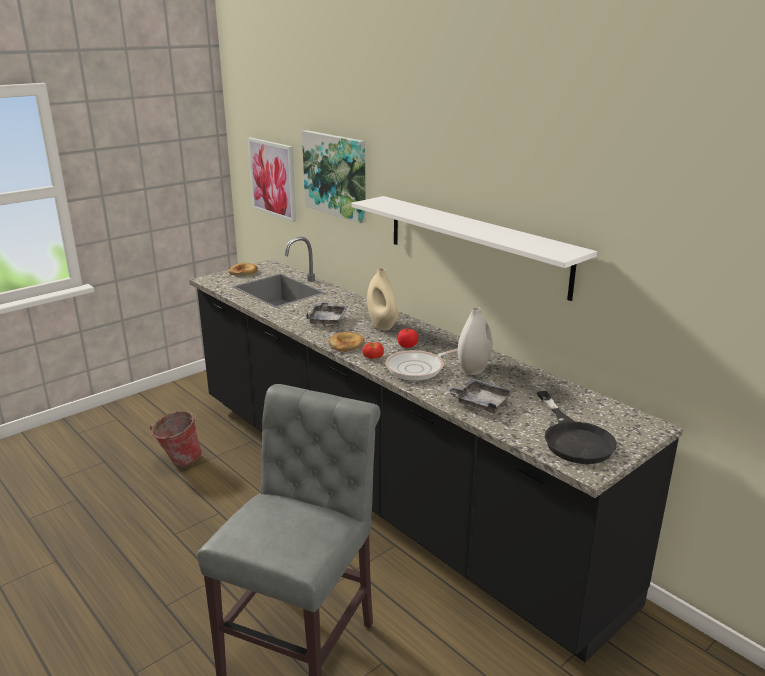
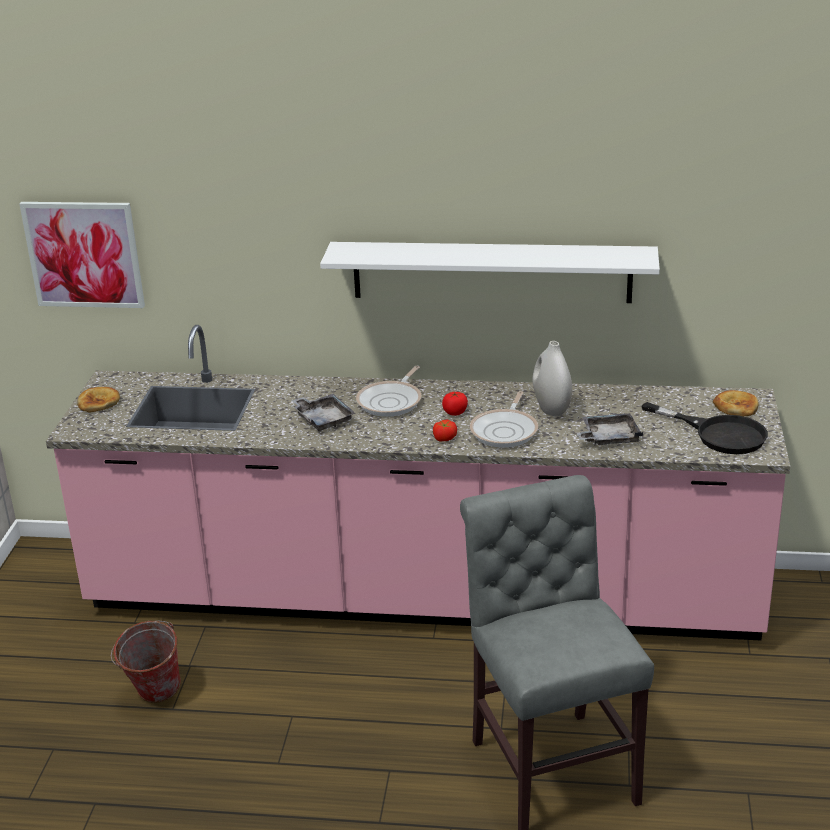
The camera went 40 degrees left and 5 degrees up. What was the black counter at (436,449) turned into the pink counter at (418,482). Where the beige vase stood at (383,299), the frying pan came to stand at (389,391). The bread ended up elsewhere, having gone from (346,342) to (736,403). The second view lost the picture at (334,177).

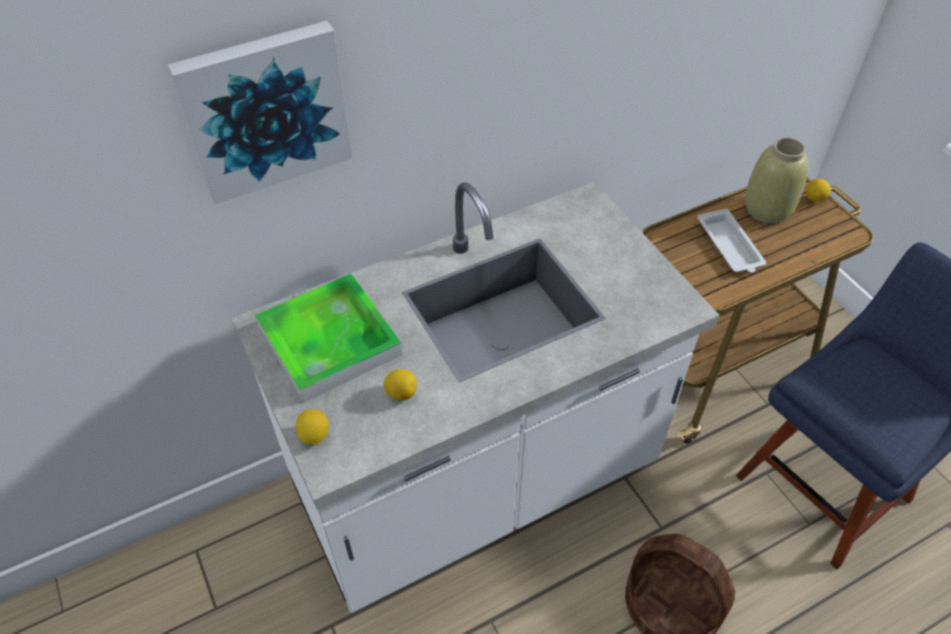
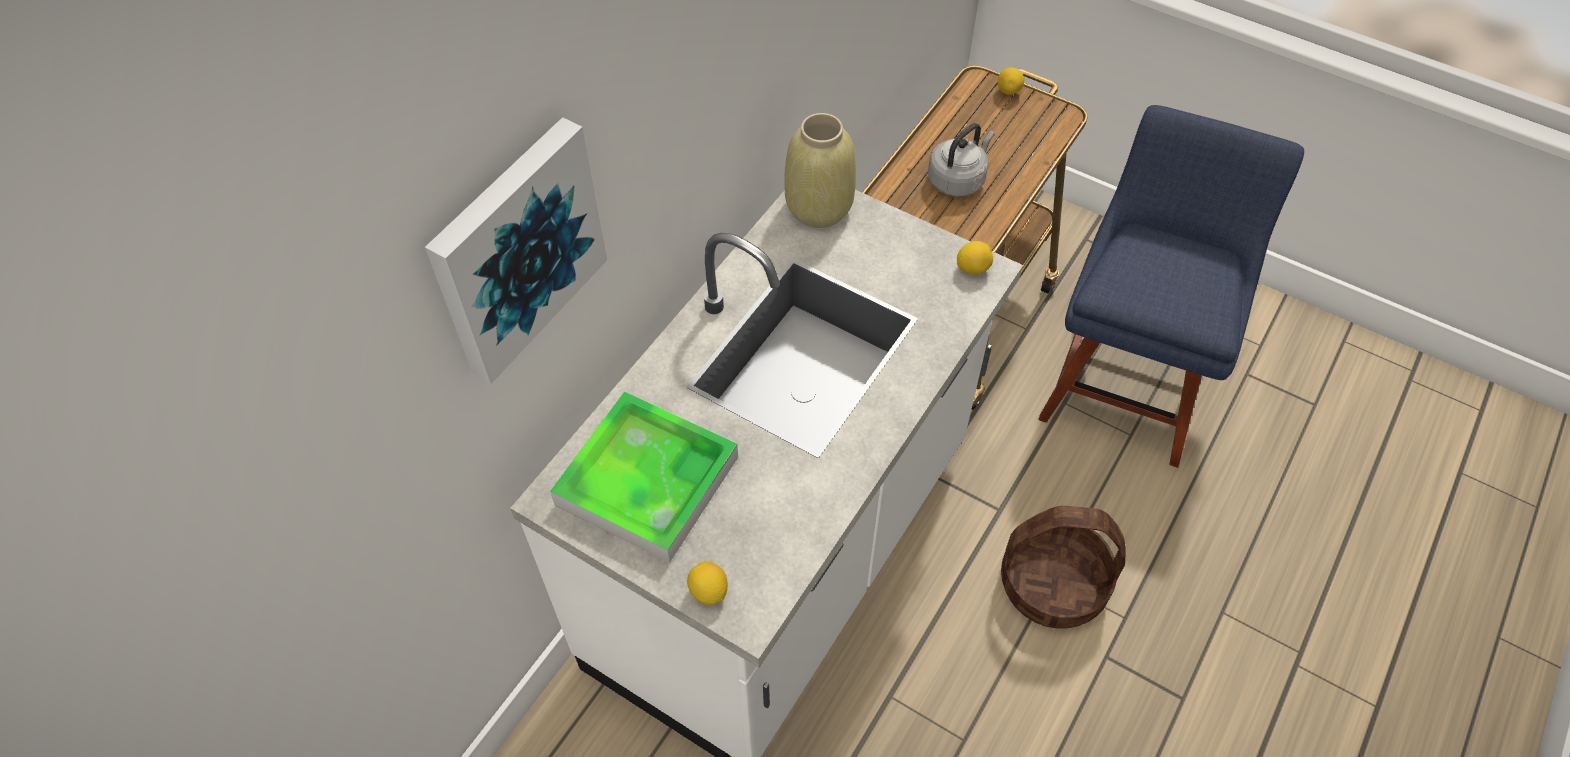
The camera went 30 degrees left and 5 degrees up. The beige vase ended up elsewhere, having gone from (777,180) to (820,170). Where the white tray stood at (731,241), the grey kettle came to stand at (961,159). The lemon ended up elsewhere, having gone from (400,384) to (975,257).

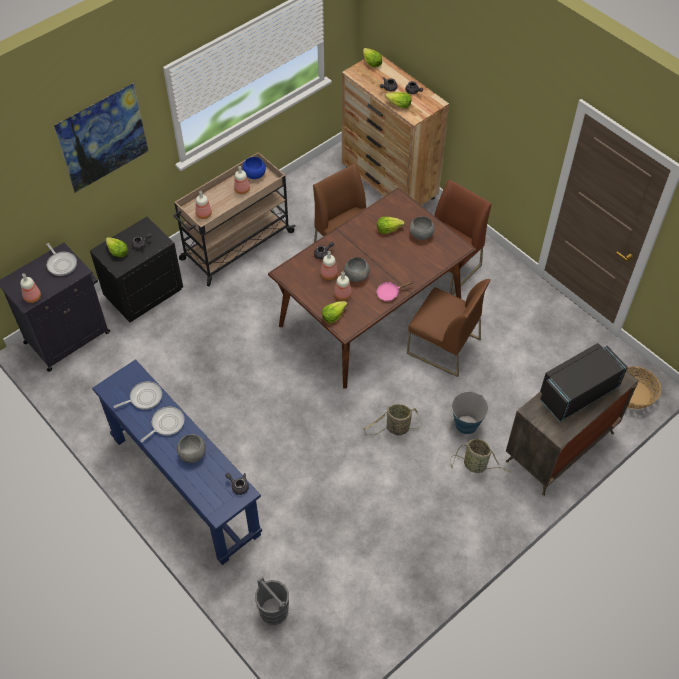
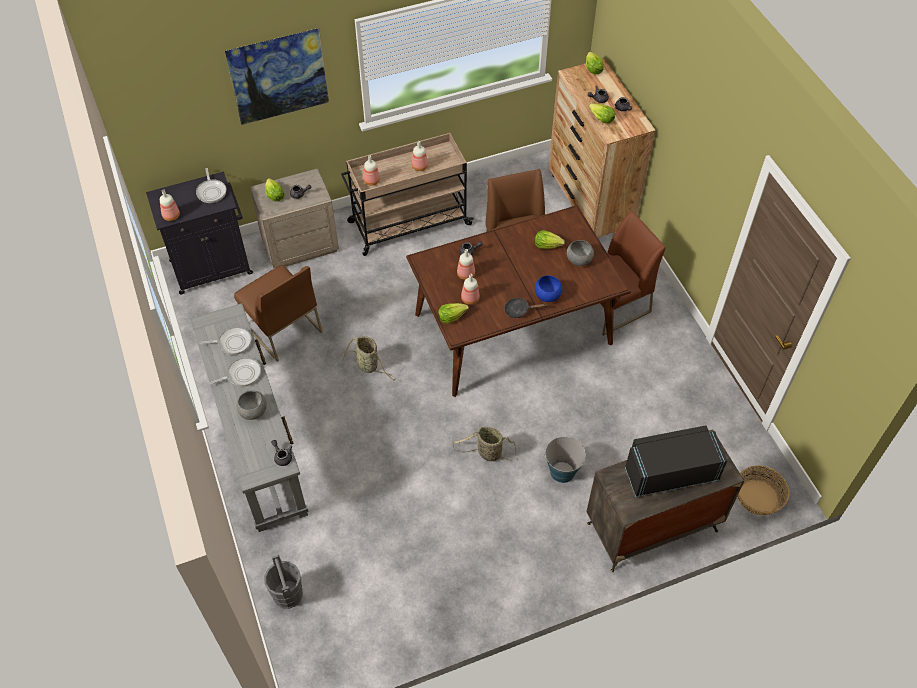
The camera went 20 degrees right and 0 degrees up. What was the blue console table at (177,462) turned into the grey console table at (249,417). The brown chair ended up elsewhere, having gone from (449,328) to (278,313). What was the black nightstand at (136,269) turned into the beige nightstand at (294,218). The basket ended up elsewhere, having gone from (481,456) to (369,358). What was the pink frying pan at (394,290) turned into the black frying pan at (525,308). The blue bowl ended up elsewhere, having gone from (254,168) to (548,289). The second view lost the grey bowl at (357,269).

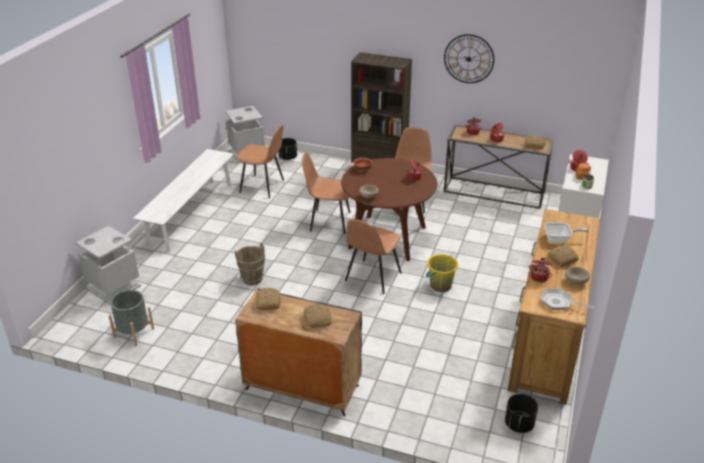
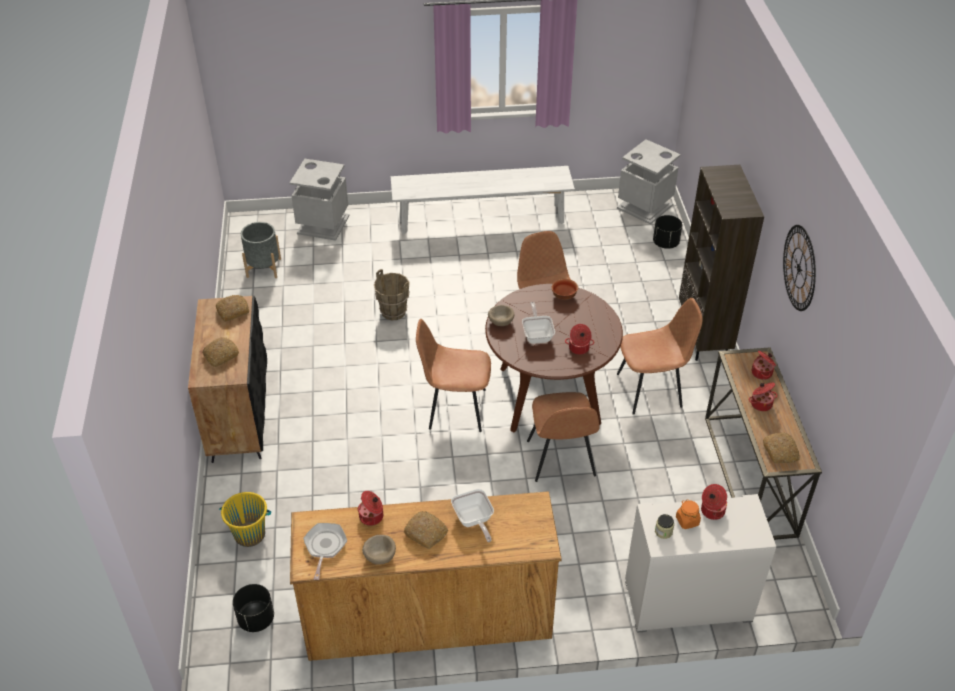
The camera went 65 degrees right and 10 degrees up. The yellow bucket ended up elsewhere, having gone from (442,273) to (245,519). The second view gained the frying pan at (538,323). The brown chair ended up elsewhere, having gone from (260,161) to (563,437).

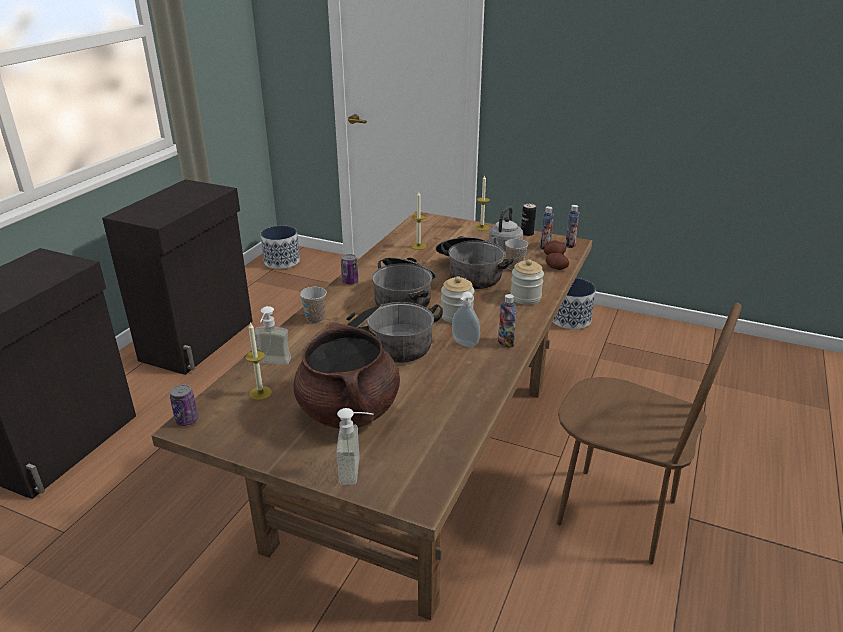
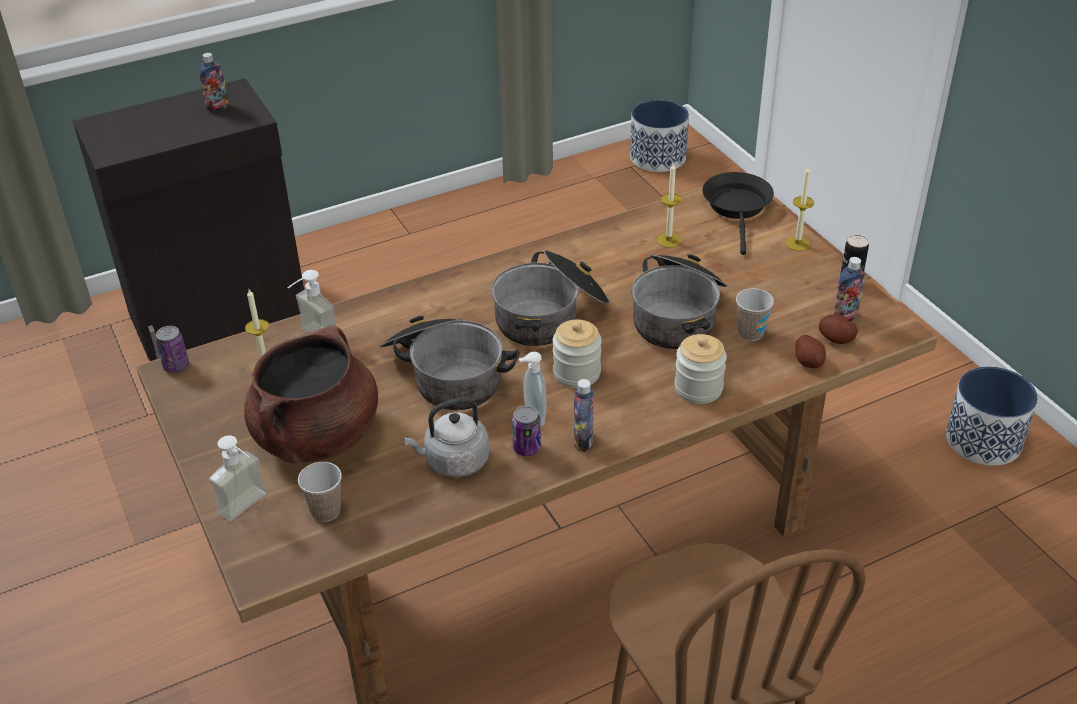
The camera went 40 degrees right and 10 degrees up. The bottle ended up elsewhere, having gone from (572,226) to (214,82). The cup ended up elsewhere, having gone from (313,305) to (320,492). The grey kettle ended up elsewhere, having gone from (506,229) to (446,437). The can ended up elsewhere, having gone from (349,269) to (526,431). The second view gained the black frying pan at (738,213). The second view lost the black cabinet at (177,277).

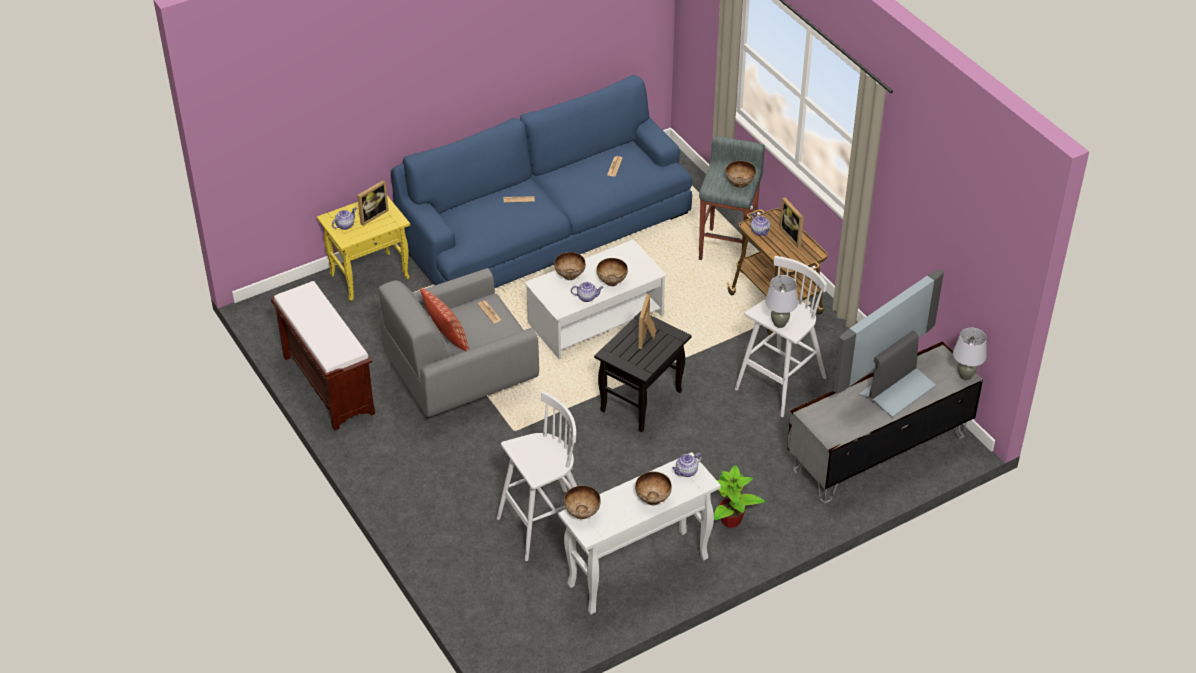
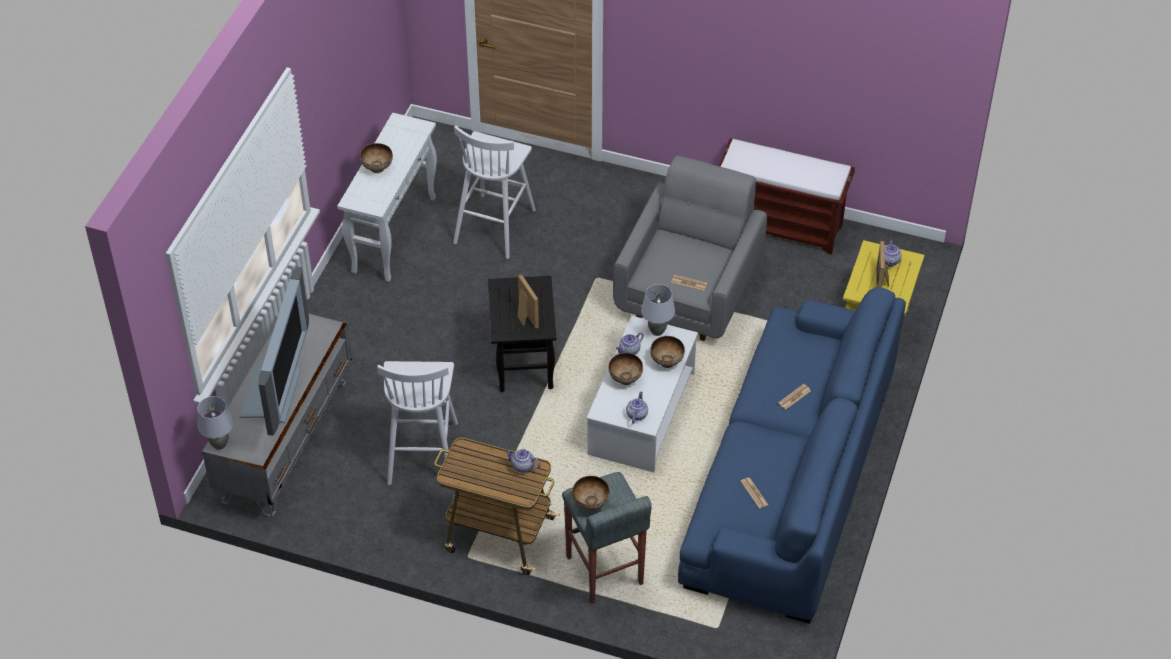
The camera went 140 degrees right and 5 degrees up. The teapot ended up elsewhere, having gone from (687,465) to (637,408). The grey table lamp ended up elsewhere, having gone from (781,301) to (658,310). The second view lost the pillow at (444,319). The second view lost the bowl at (582,502). The second view lost the potted plant at (740,496). The second view lost the picture frame at (792,223).

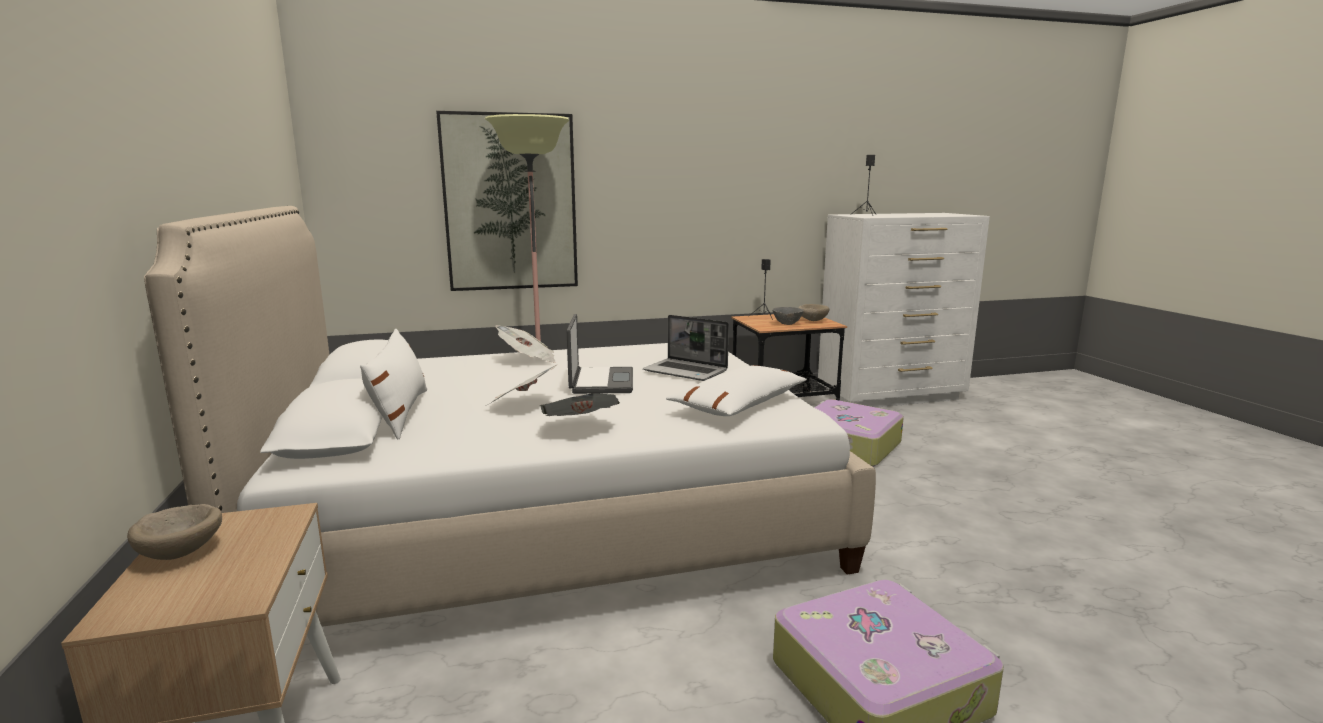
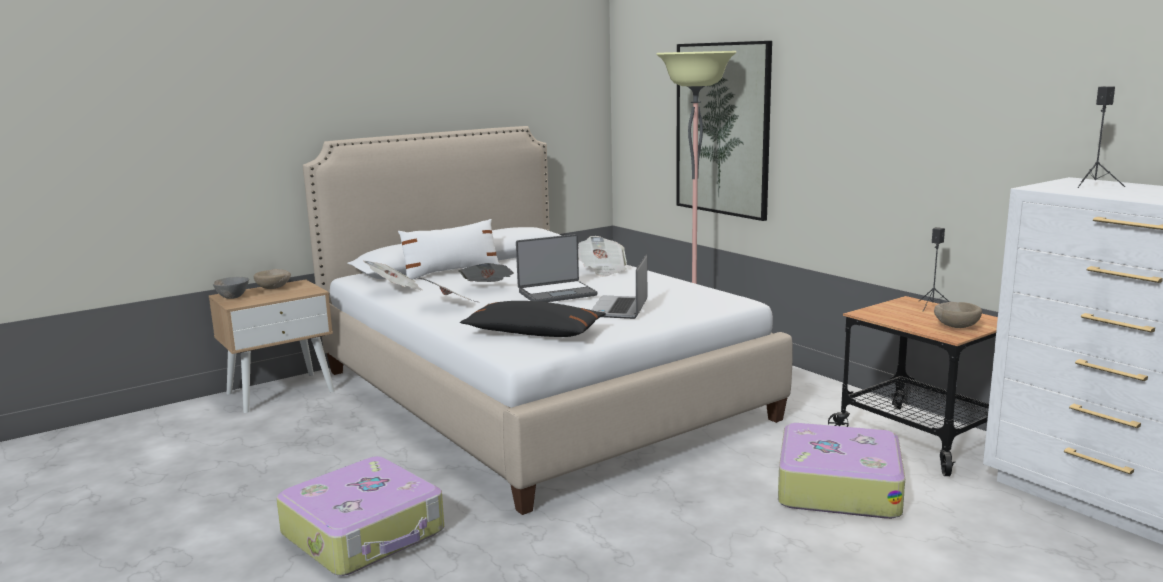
The camera went 70 degrees right and 0 degrees up. The grey bowl ended up elsewhere, having gone from (788,316) to (231,288). The second view gained the newspaper at (392,275). What was the white pillow at (736,390) turned into the black pillow at (533,319).

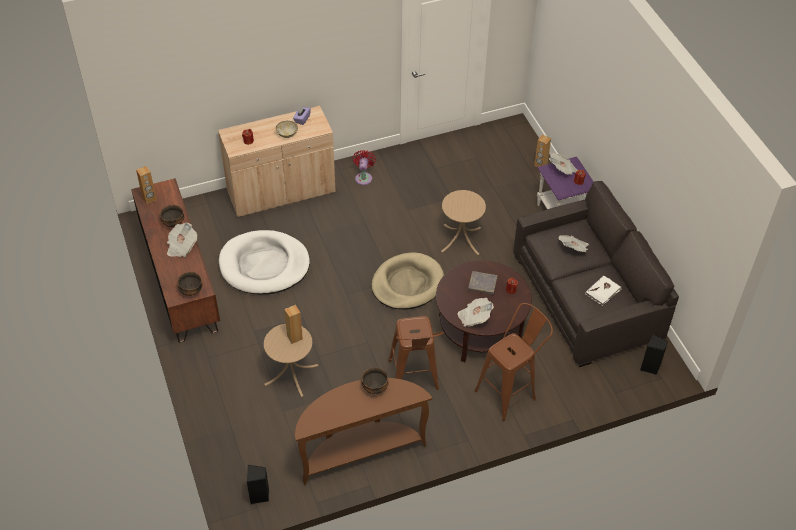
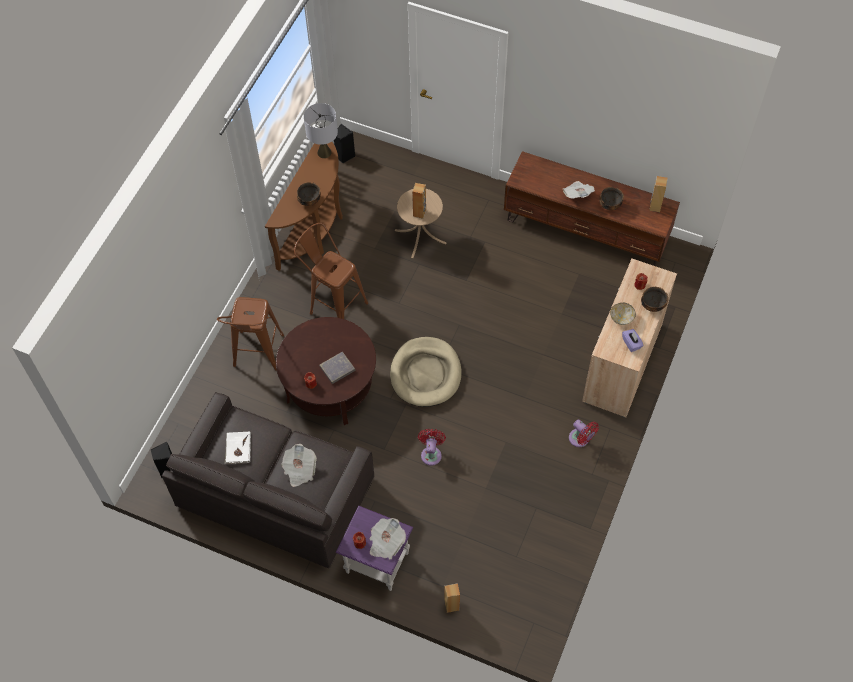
The camera went 135 degrees right and 10 degrees up. The second view gained the grey table lamp at (321,130). Where the beige side table stood at (463,222), the red fan came to stand at (432,447). The bowl ended up elsewhere, having gone from (189,284) to (654,299). The second view lost the white dog bed at (264,262). The second view lost the newspaper at (475,312).

